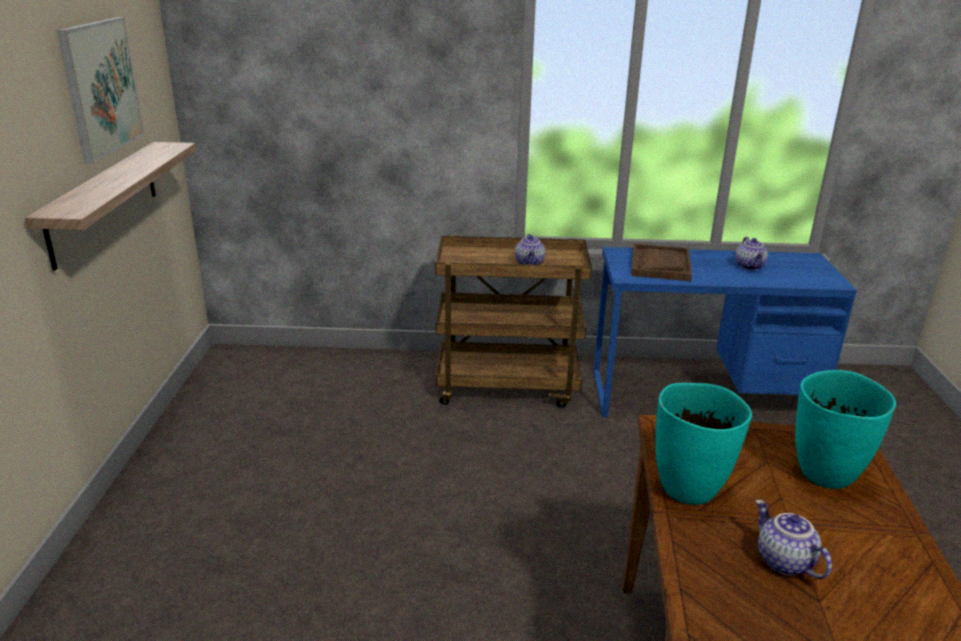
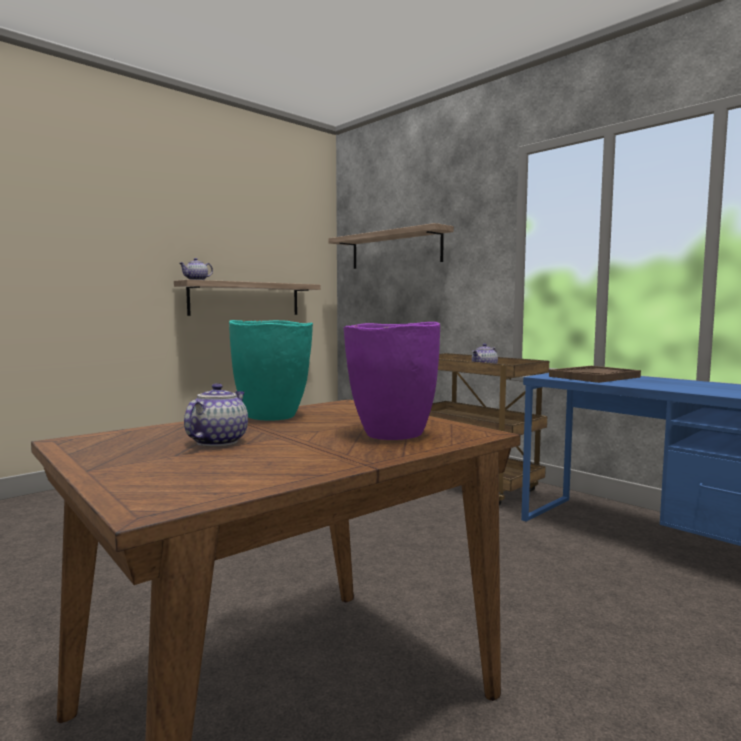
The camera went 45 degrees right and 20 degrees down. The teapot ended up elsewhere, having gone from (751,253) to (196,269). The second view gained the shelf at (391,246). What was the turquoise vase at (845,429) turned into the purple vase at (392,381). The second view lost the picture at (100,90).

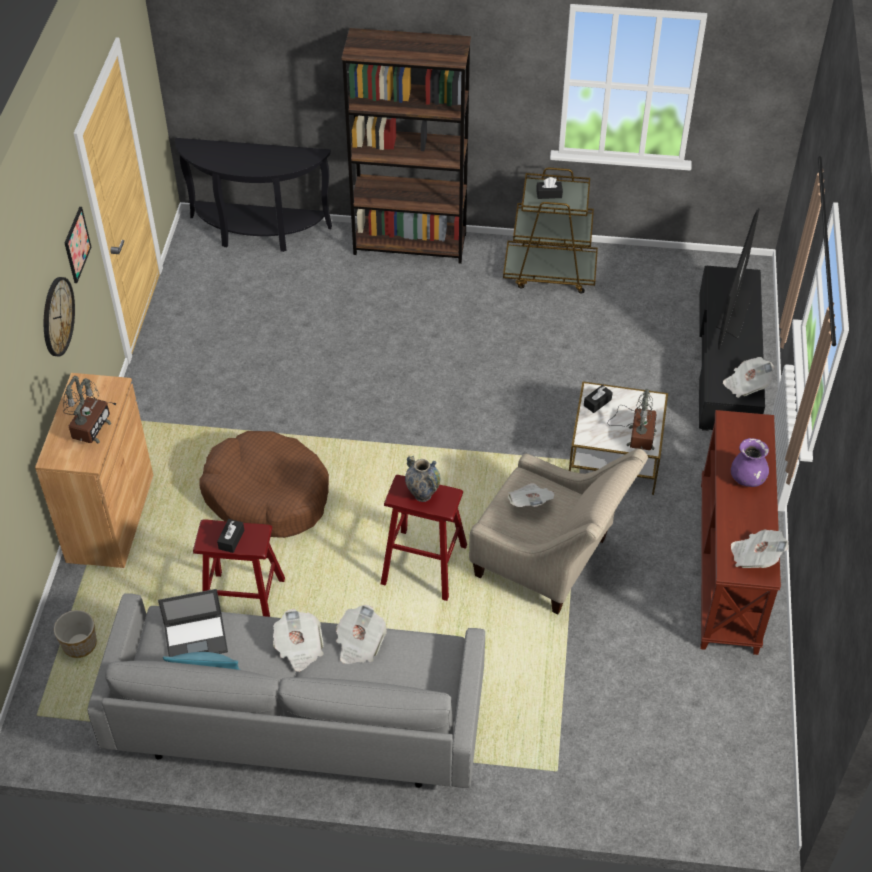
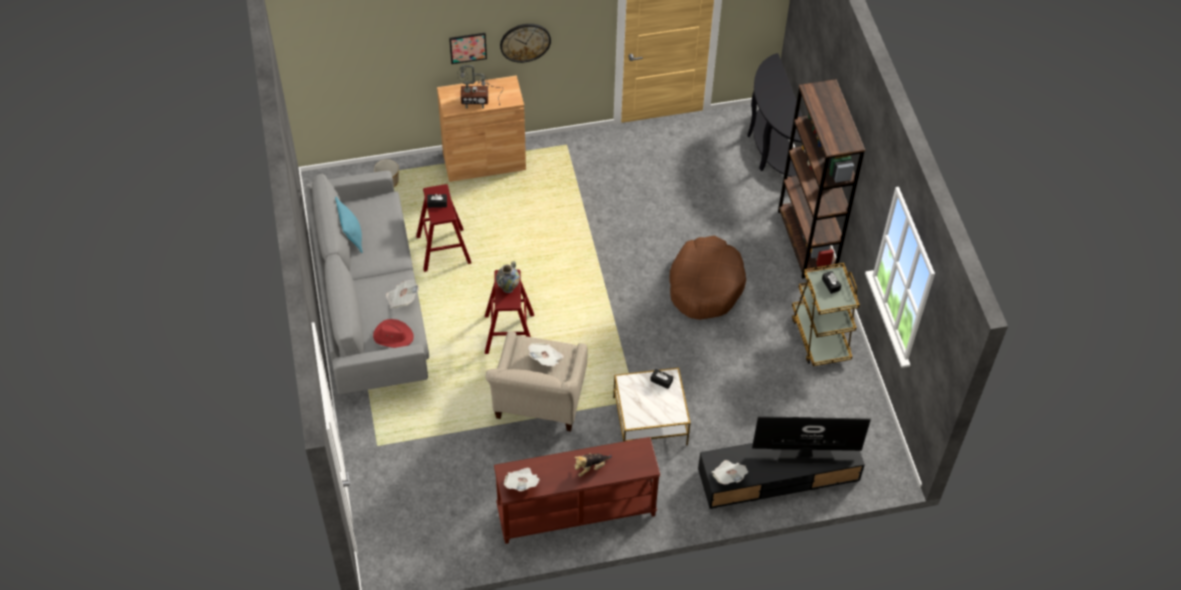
The camera went 70 degrees right and 5 degrees up. The second view gained the red hat at (393,333). The picture ended up elsewhere, having gone from (78,245) to (468,48). Where the purple vase stood at (750,462), the plush toy came to stand at (593,465). The brown dog bed ended up elsewhere, having gone from (264,484) to (707,278). The second view lost the laptop at (193,623). The second view lost the newspaper at (298,640). The second view lost the table lamp at (632,419).

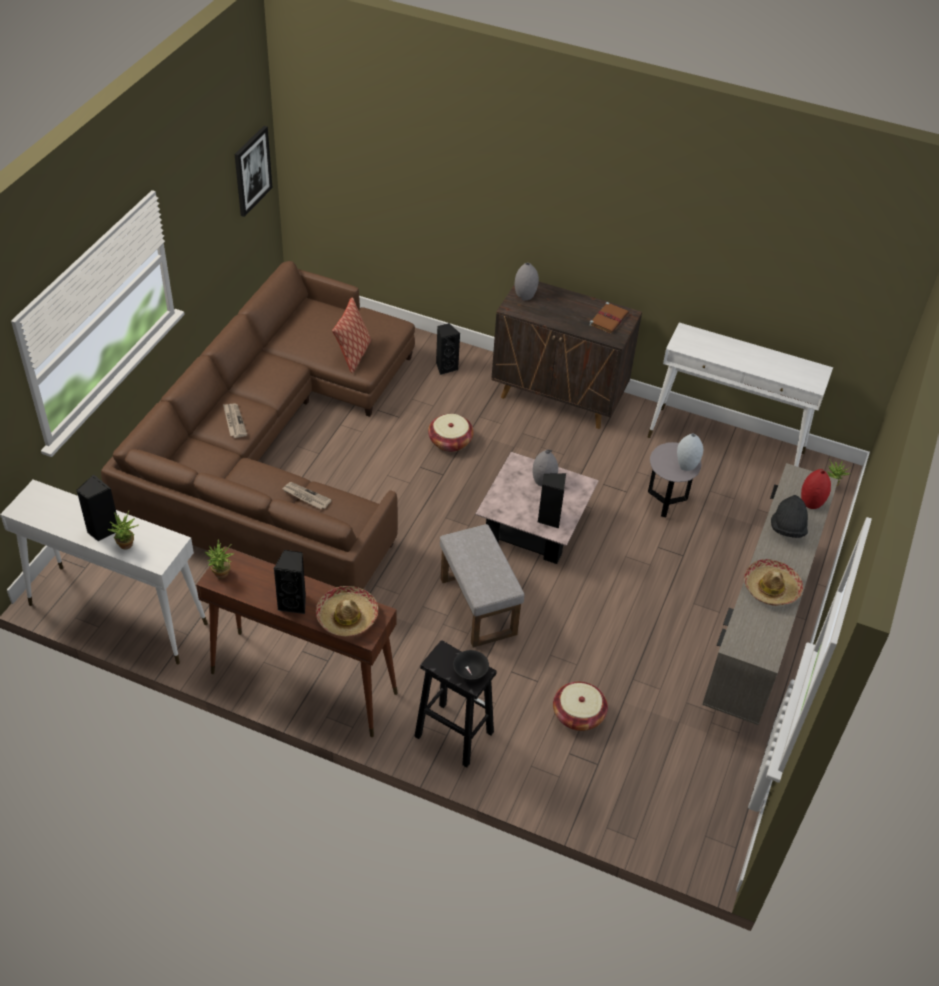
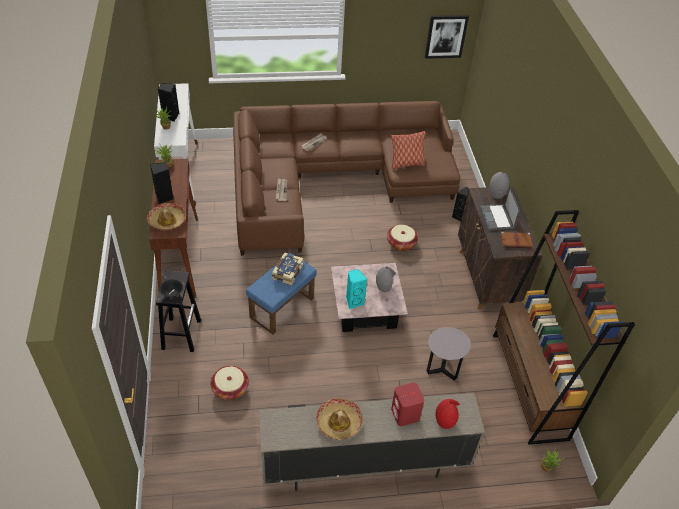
The camera went 60 degrees right and 0 degrees up. What was the grey ottoman at (482,586) turned into the blue ottoman at (281,293). The second view gained the book at (287,269). What was the black speaker at (552,501) turned into the turquoise speaker at (356,289). Where the black hat stood at (789,516), the red speaker came to stand at (407,404). The second view gained the laptop at (500,208). Where the white console table stood at (740,395), the brown bookcase came to stand at (564,327). The second view lost the grey vase at (690,452).

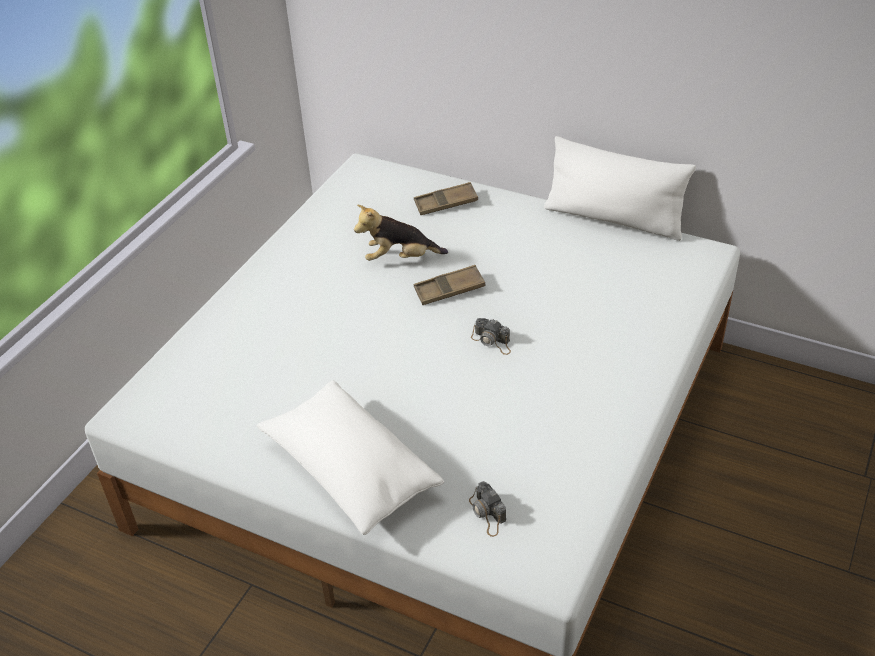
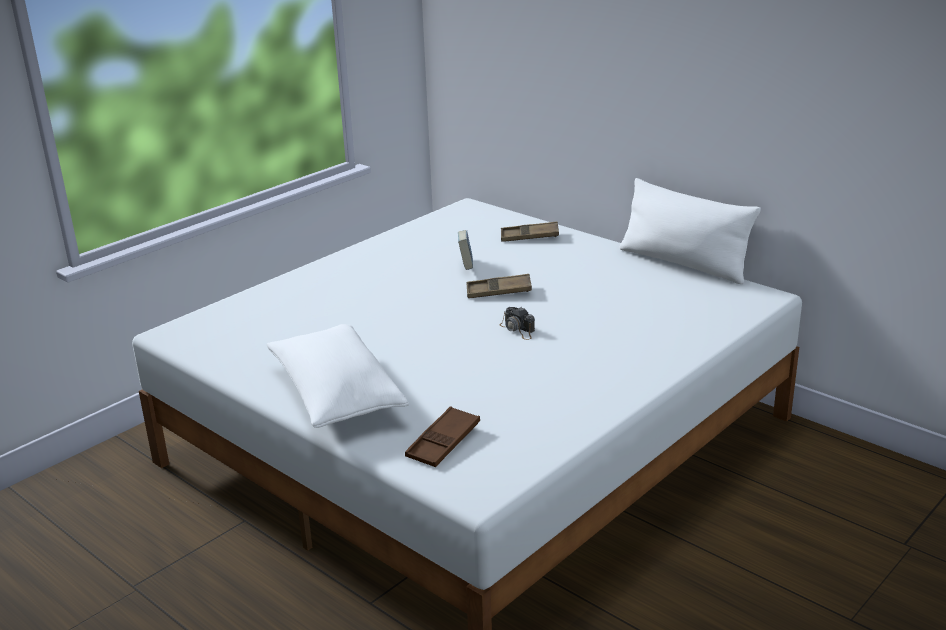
The camera went 15 degrees right and 15 degrees down. Where the photo camera stood at (487,509), the brown tray came to stand at (442,436). Where the plush toy stood at (401,233), the book came to stand at (465,250).

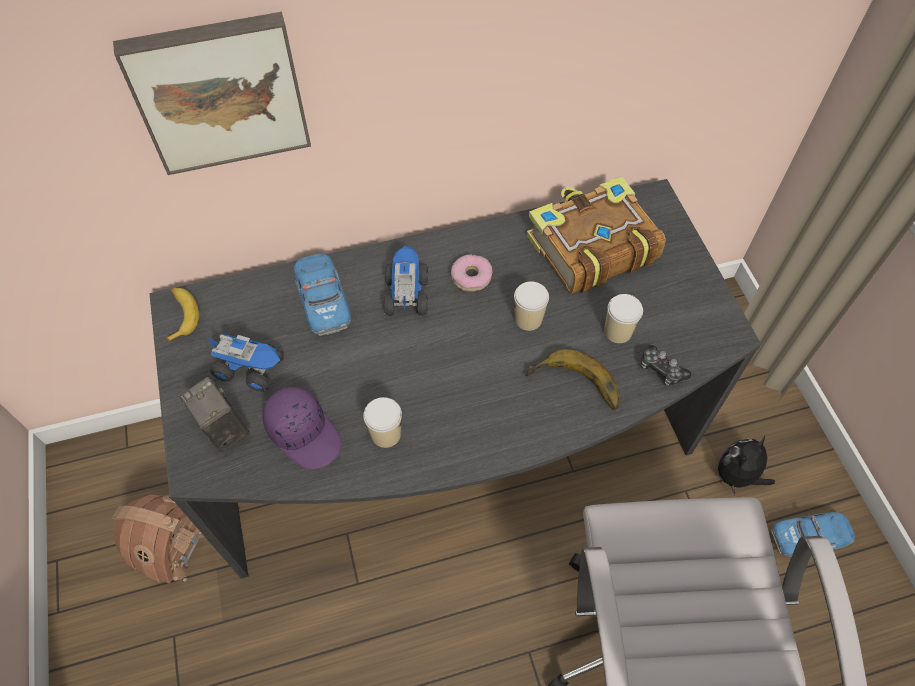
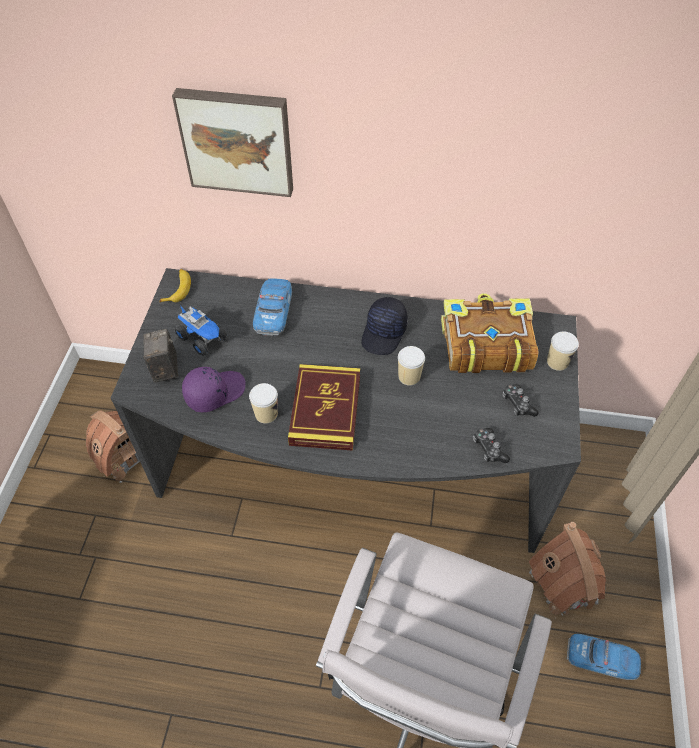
The camera went 25 degrees right and 5 degrees down. The purple cap at (302,428) ended up facing another way, 105 degrees counterclockwise from before. The second view gained the book at (324,407). Where the donut stood at (472,273), the black cap came to stand at (385,326). The second view gained the game controller at (520,400). Where the plush toy stood at (746,465), the toy house came to stand at (567,570). The cup ended up elsewhere, having gone from (623,318) to (563,351). The second view lost the toy truck at (406,281). The second view lost the banana at (572,379).

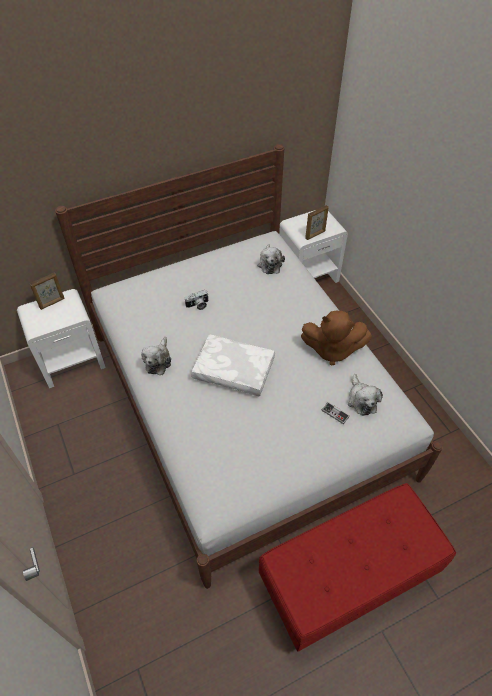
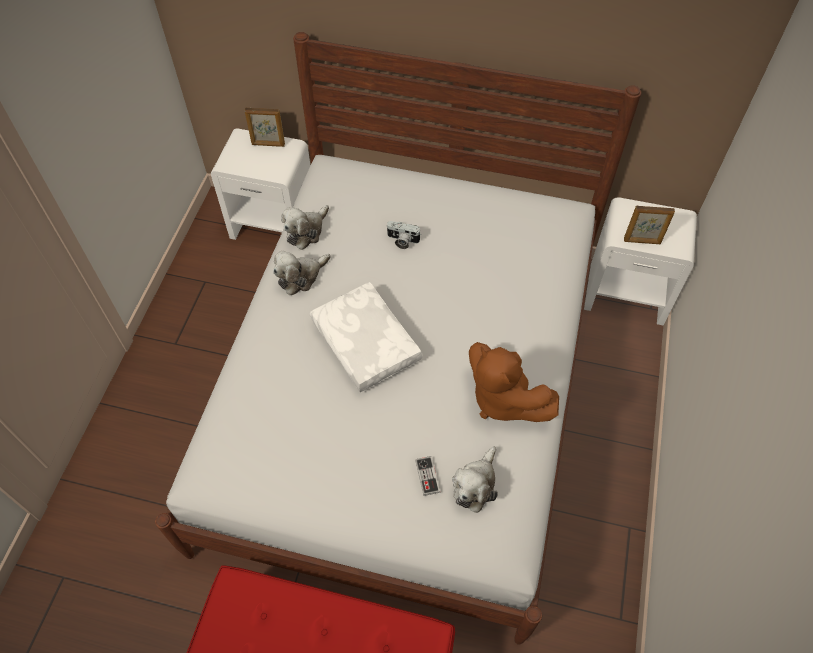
The camera went 40 degrees right and 5 degrees up. The plush toy ended up elsewhere, having gone from (271,259) to (305,227).

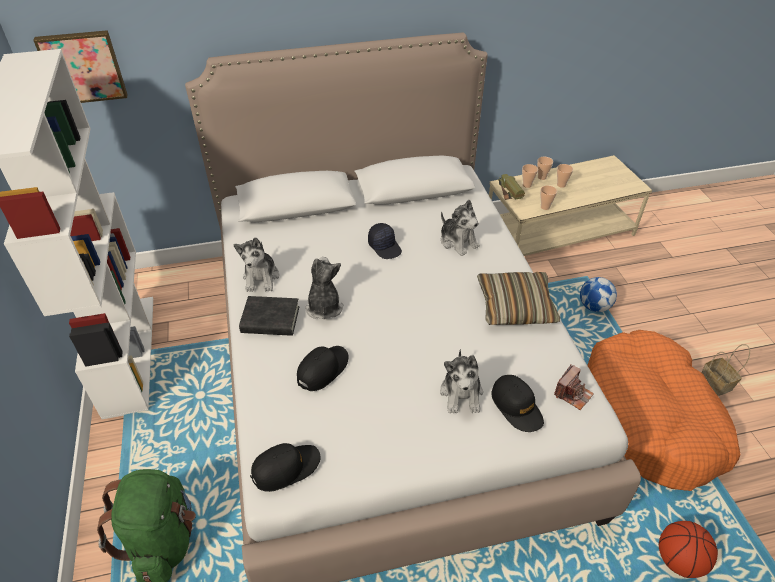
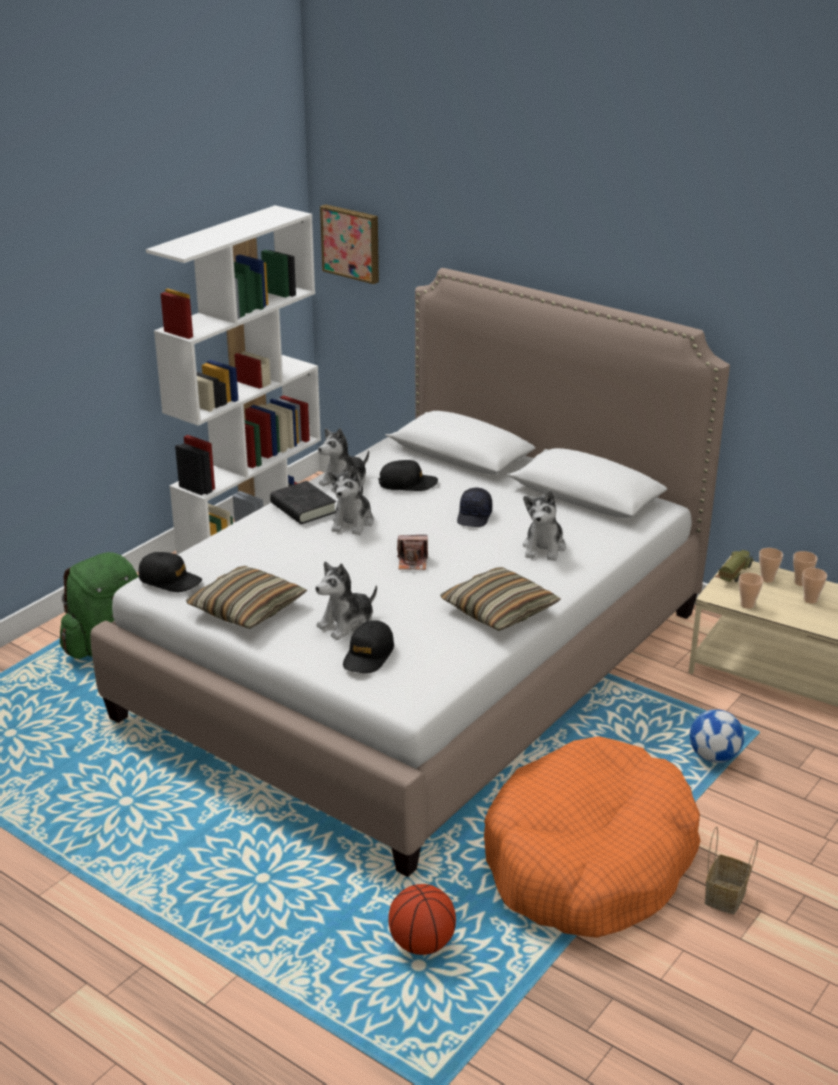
The camera went 50 degrees right and 15 degrees down. The second view gained the pillow at (246,597). The plush toy at (324,288) ended up facing another way, 150 degrees clockwise from before. The black cap ended up elsewhere, having gone from (322,368) to (408,475). The photo camera ended up elsewhere, having gone from (574,387) to (412,552).

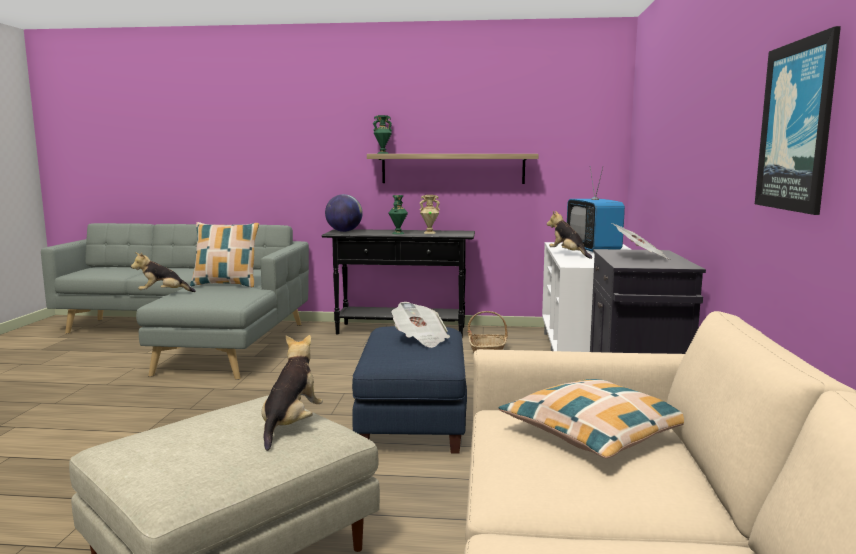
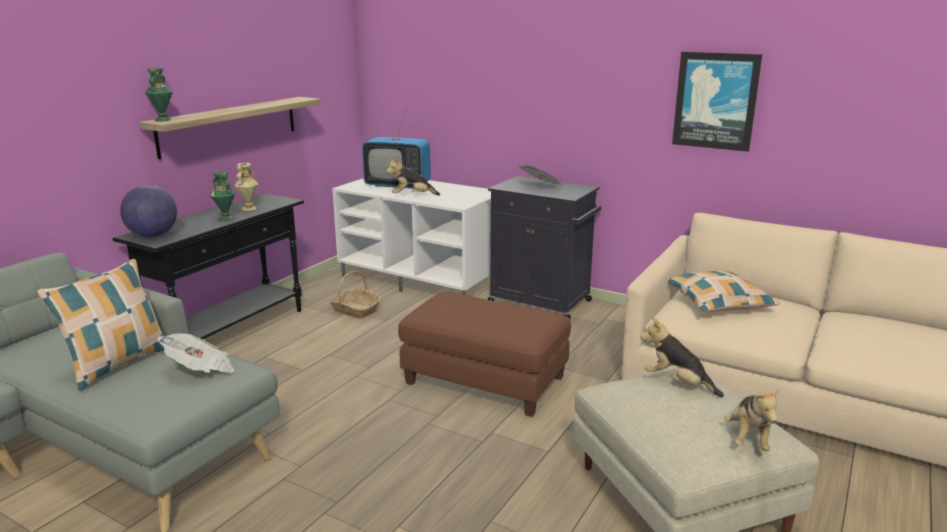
The camera went 65 degrees left and 10 degrees up. The newspaper ended up elsewhere, having gone from (420,325) to (196,353). What was the blue ottoman at (409,390) turned into the brown ottoman at (484,354). The plush toy ended up elsewhere, having gone from (163,272) to (752,420).

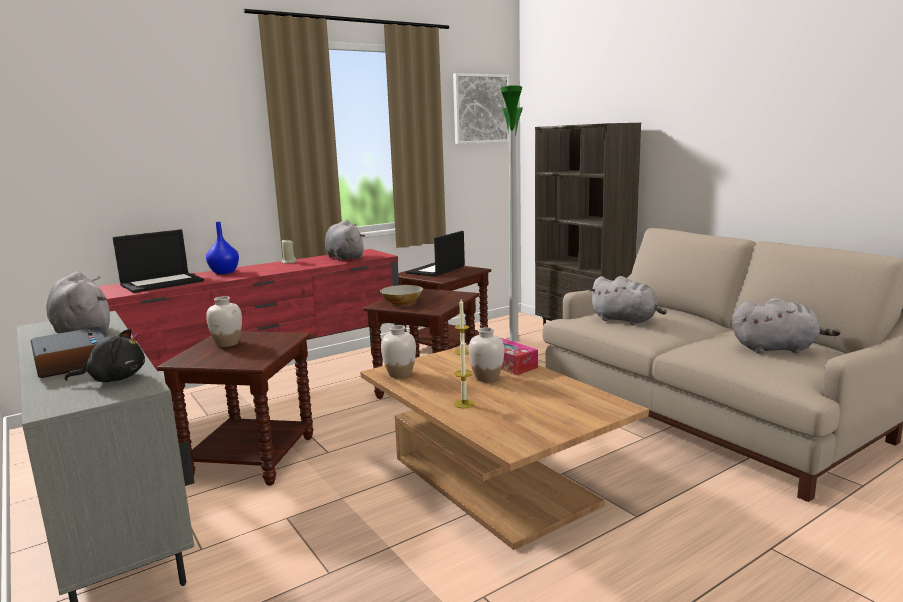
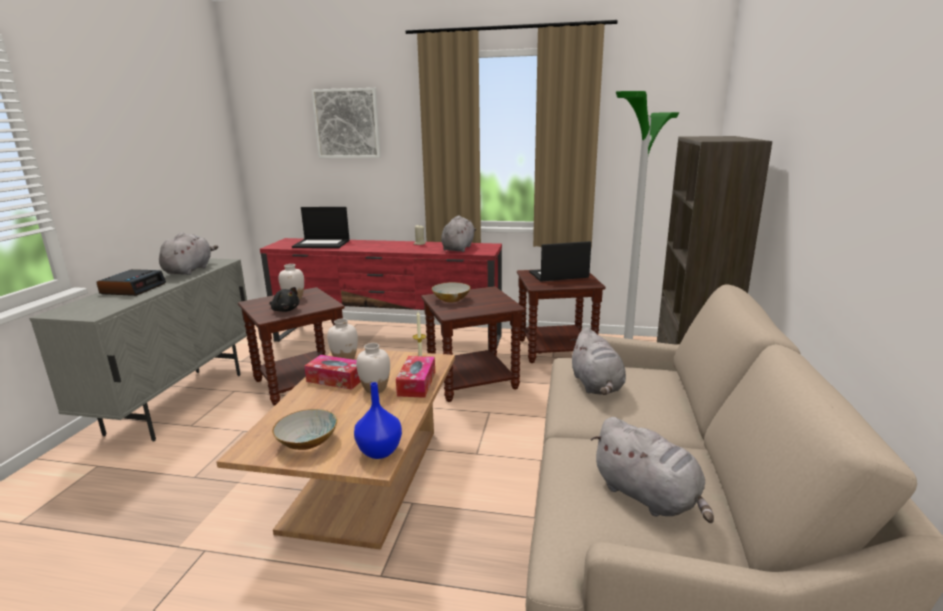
The camera went 45 degrees right and 5 degrees up. The black plush toy ended up elsewhere, having gone from (105,355) to (284,299). The second view gained the bowl at (304,429). The second view gained the tissue box at (332,372). The picture ended up elsewhere, having gone from (481,108) to (346,123). The blue vase ended up elsewhere, having gone from (222,248) to (378,420). The second view lost the candle at (464,373).

